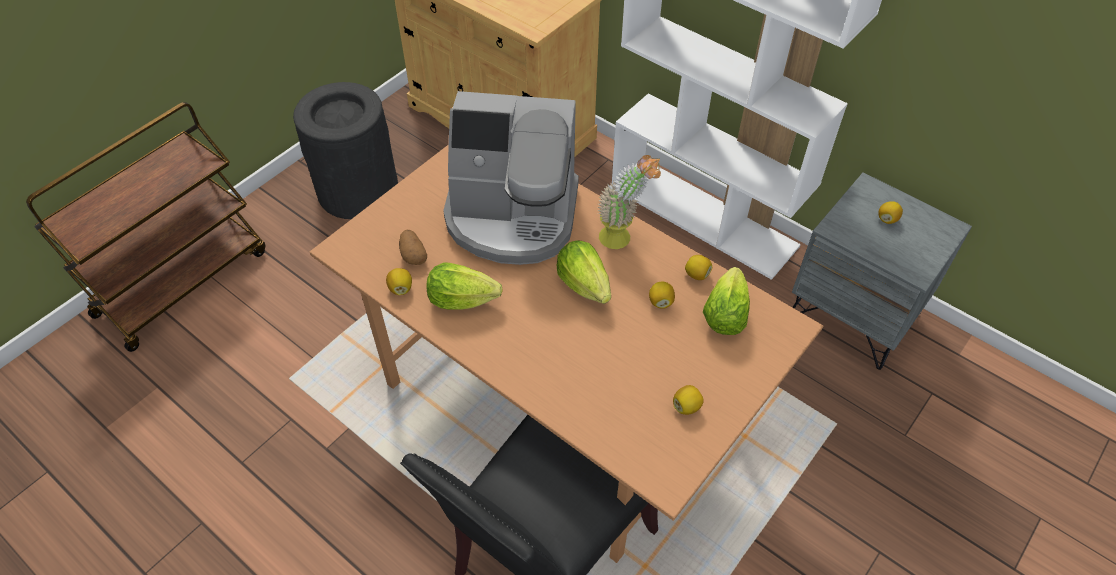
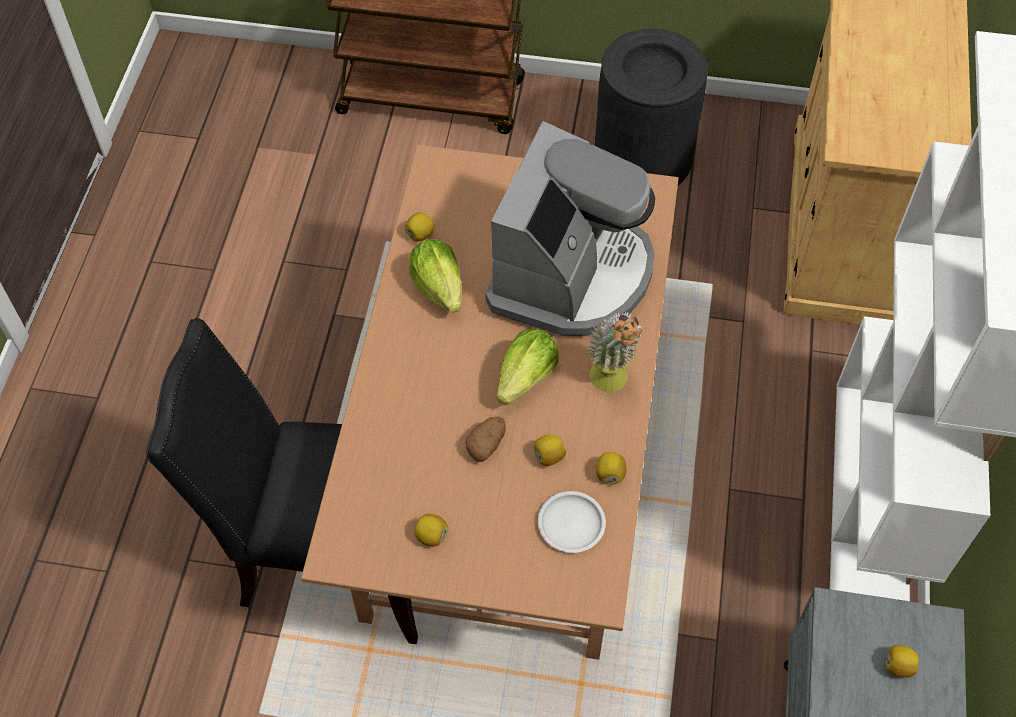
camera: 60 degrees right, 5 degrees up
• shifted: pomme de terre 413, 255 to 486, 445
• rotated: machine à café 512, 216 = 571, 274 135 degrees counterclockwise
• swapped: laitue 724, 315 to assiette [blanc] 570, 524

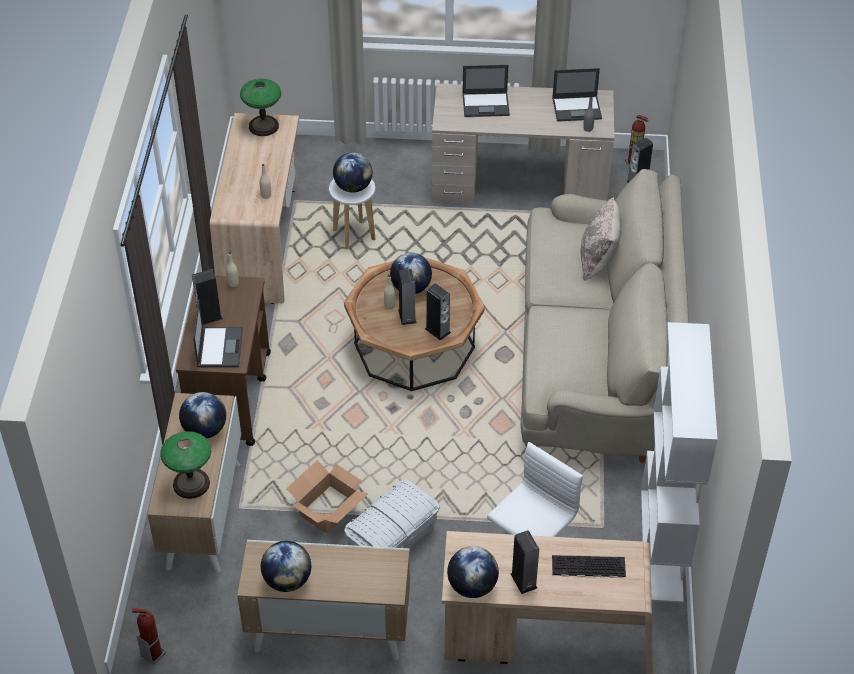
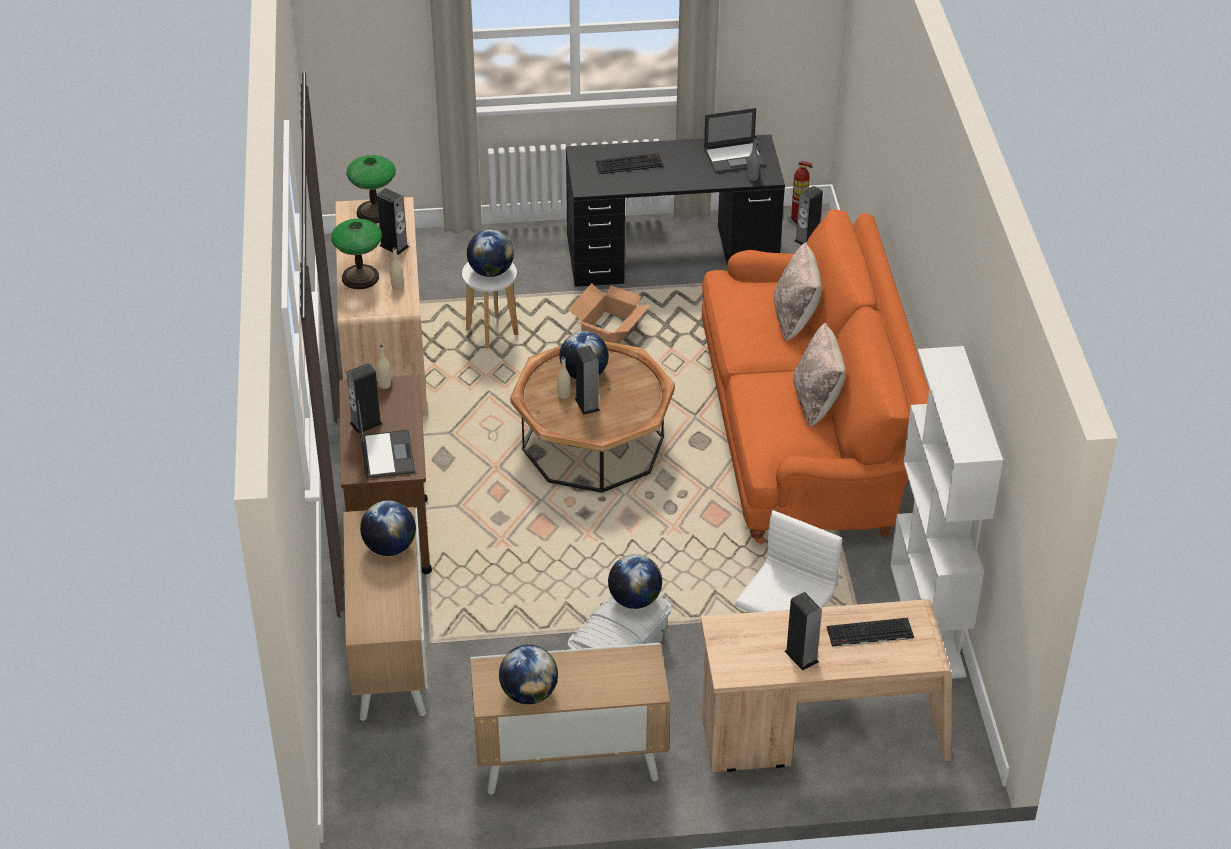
camera: 10 degrees left, 5 degrees down
• gone: extincteur 153, 654
• shifted: lampe de table 191, 483 to 360, 277
• shifted: carton 327, 509 to 608, 331
• shifted: enceinte 437, 330 to 394, 246
• repainted: bureau [beige] 520, 182 to bureau [noir] 672, 254
• shifted: globe 472, 586 to 634, 600
• swapped: ordinateur portable 486, 104 to clavier 629, 163
• repainted: canapé [beige] 596, 357 to canapé [orange] 806, 432
• new: coussin [beige] 817, 401

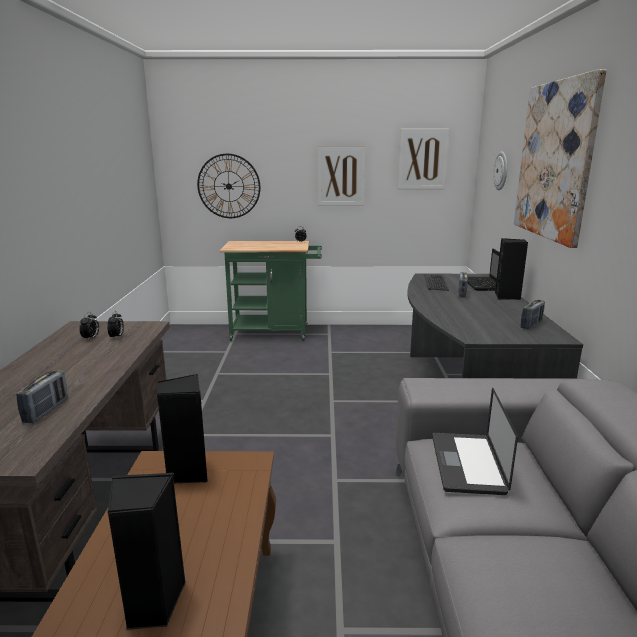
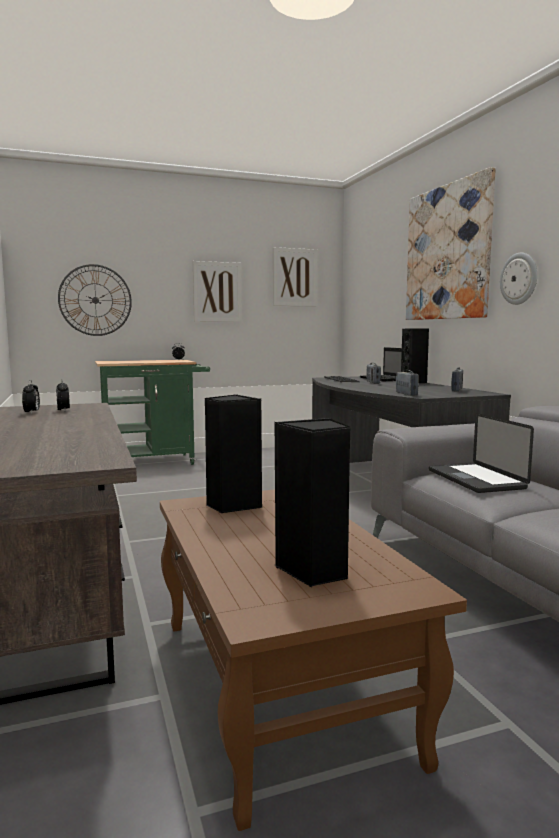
camera: 20 degrees left, 10 degrees down
• shifted: radio 46, 410 to 406, 394
• shifted: horloge murale 501, 171 to 519, 278

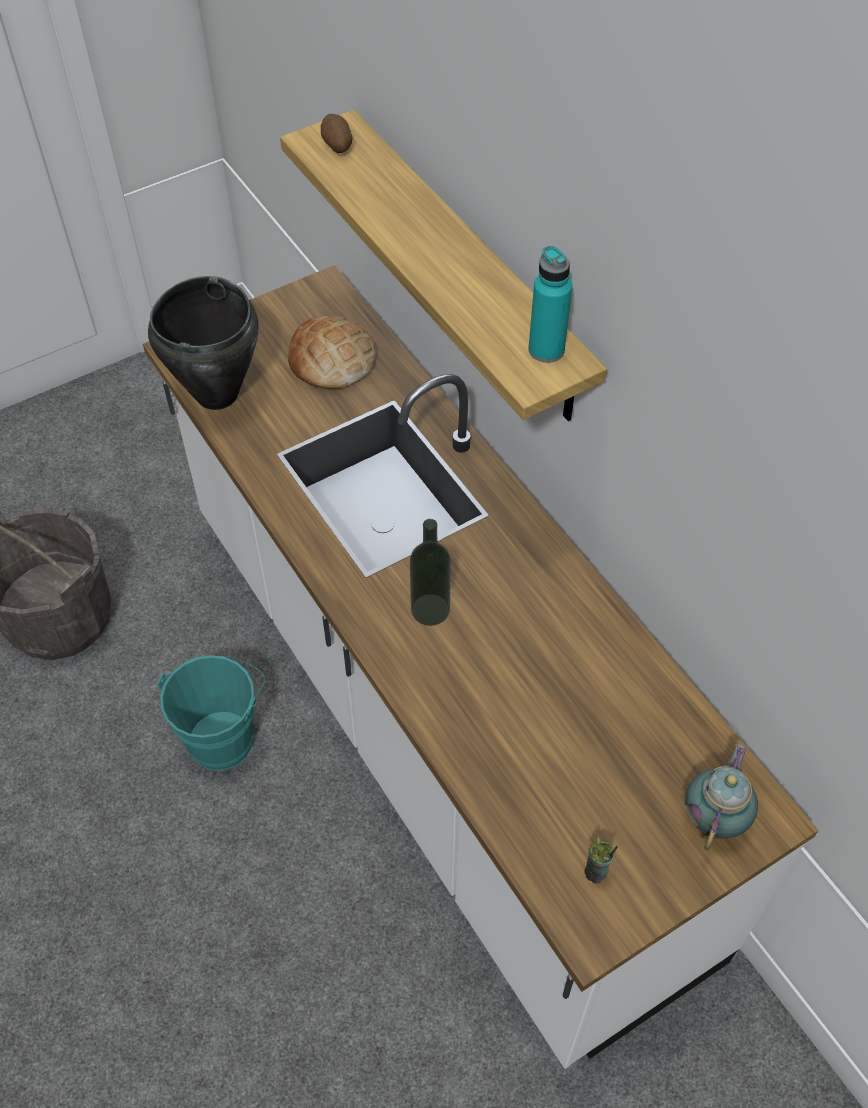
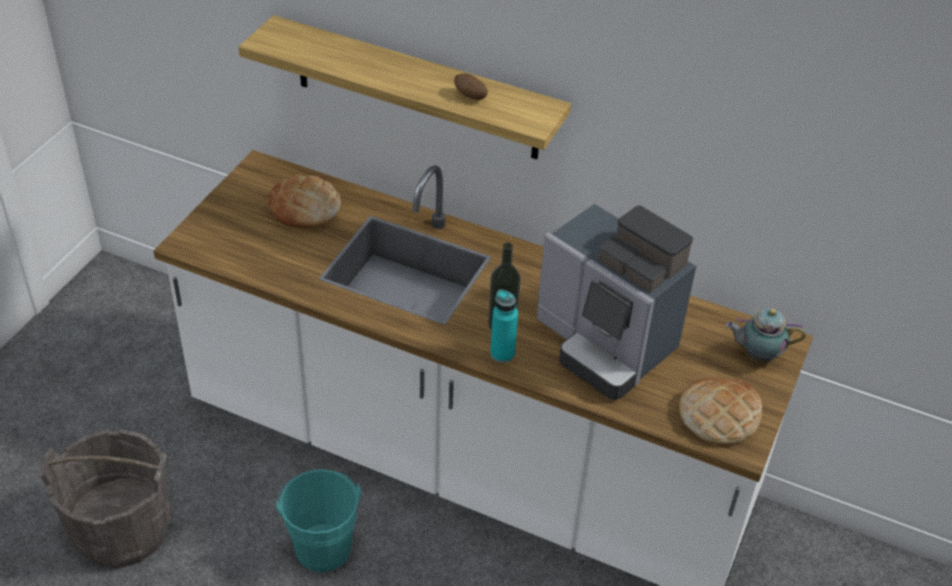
camera: 35 degrees left, 10 degrees down
• gone: marmite [noir] 216, 395
• shifted: pomme de terre 337, 146 to 470, 96
• shifted: bouteille [turquoise] 546, 350 to 502, 354
• swapped: tasse 596, 873 to pain 719, 415
• rotated: théière 715, 818 = 757, 356 75 degrees counterclockwise
• new: machine à café 605, 344

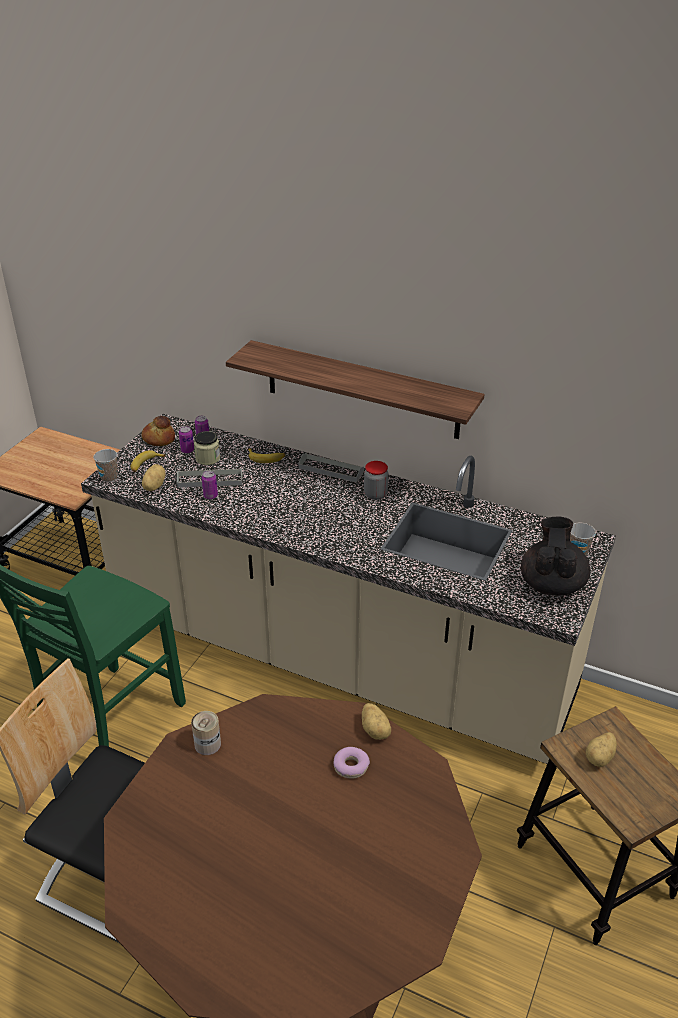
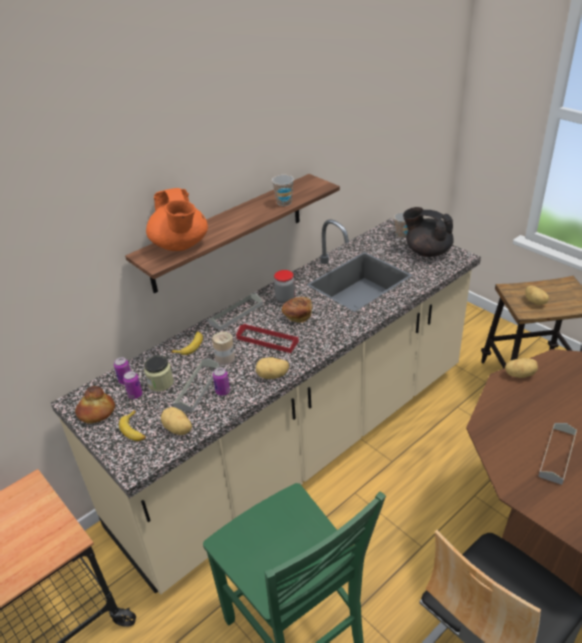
camera: 65 degrees left, 0 degrees up
• shifted: tasse 109, 477 to 284, 202
• shifted: boîte métallique 207, 744 to 225, 358
• gone: beignet 351, 766
• new: théière [orange] 180, 246
• new: plateau [rouge] 267, 340
• new: pomme de terre 272, 376
• new: pain 297, 316
• new: plateau [gris] 557, 455

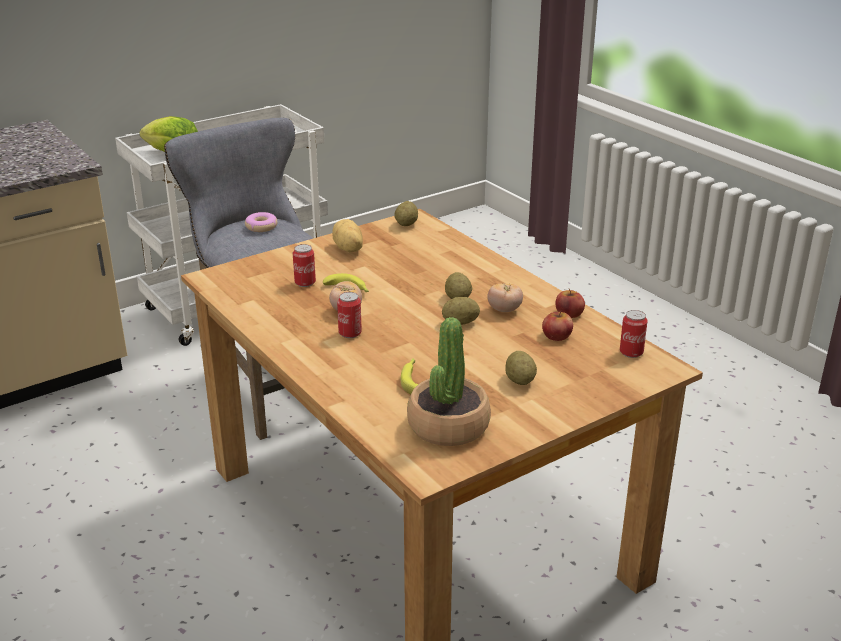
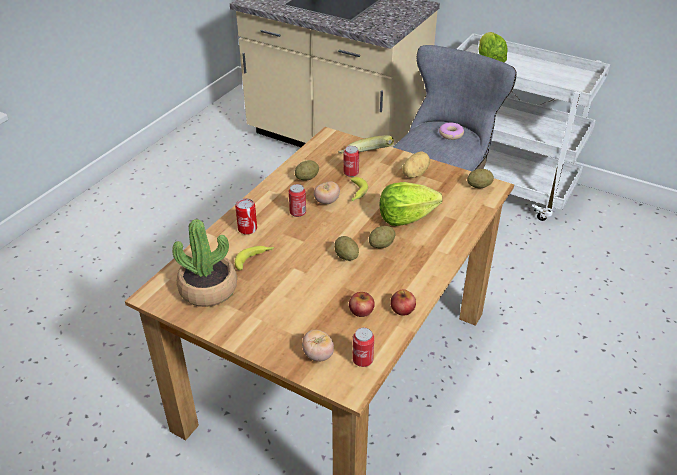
camera: 65 degrees right, 10 degrees up
• shifted: tomate 504, 310 to 318, 355
• shifted: pomme de terre 520, 380 to 307, 178
• new: boîte métallique 247, 229
• new: banane 365, 158
• new: laitue 406, 217

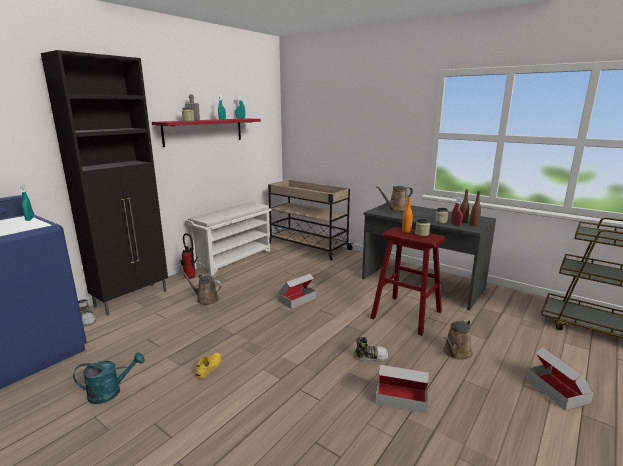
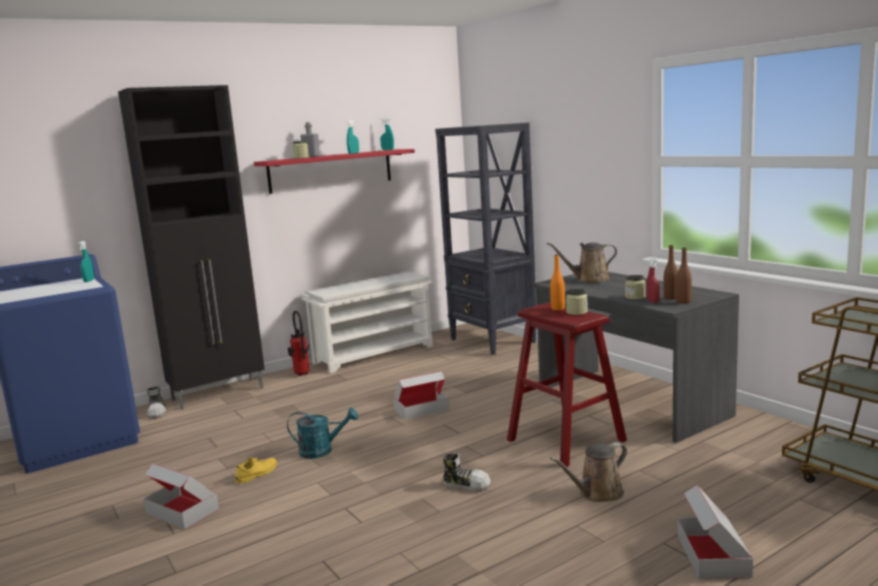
camera: 20 degrees right, 5 degrees down
• shifted: arrosoir [turquoise] 111, 392 to 322, 451
• gone: arrosoir [marron] 205, 299
• swapped: chariot [beige] 307, 246 to bibliothèque [noir] 493, 341
• shifted: carton 401, 397 to 182, 511

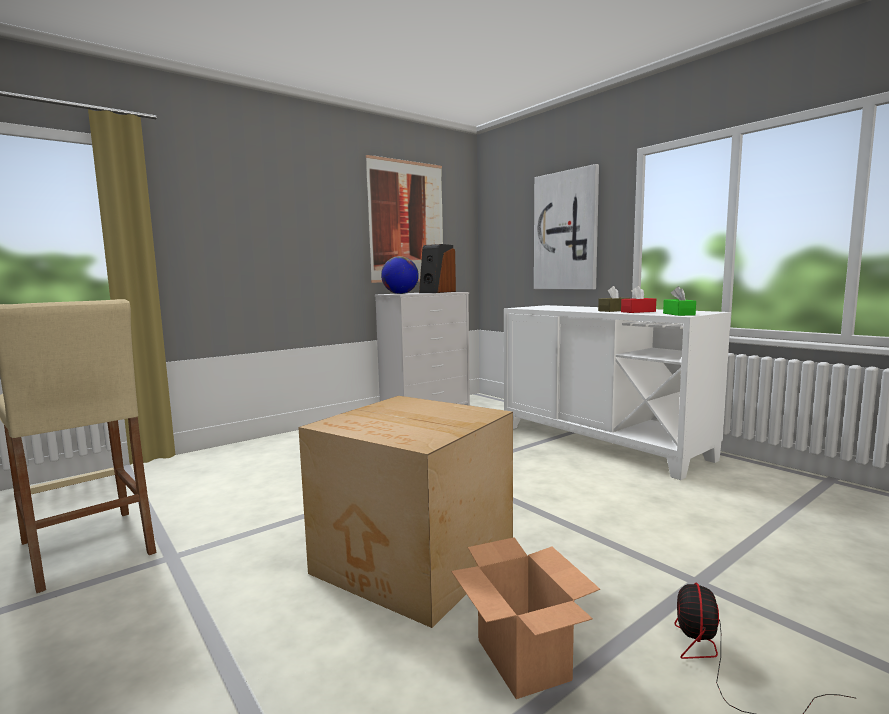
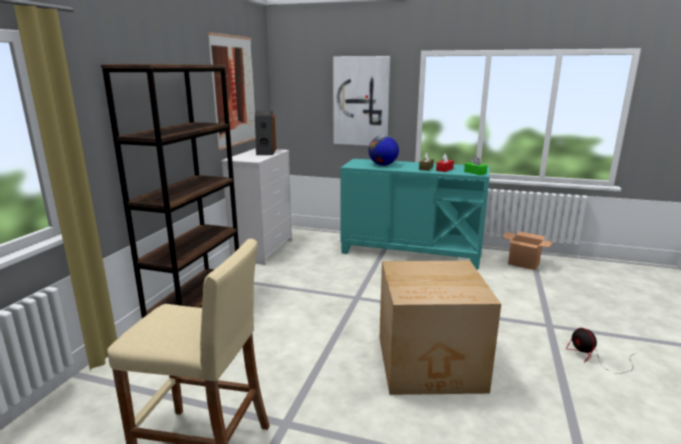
camera: 35 degrees left, 10 degrees up
• shifted: globe 400, 294 to 383, 165
• shifted: carton 523, 660 to 524, 264
• repainted: meuble de rangement [blanc] 601, 442 to meuble de rangement [turquoise] 411, 252
• new: bibliothèque [marron] 197, 302

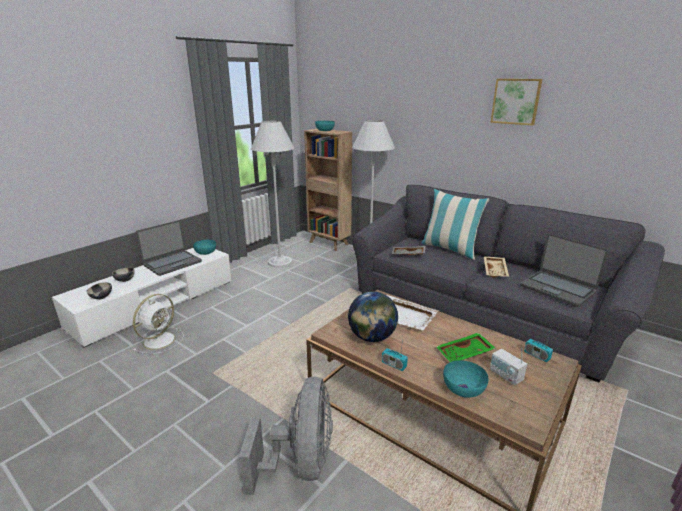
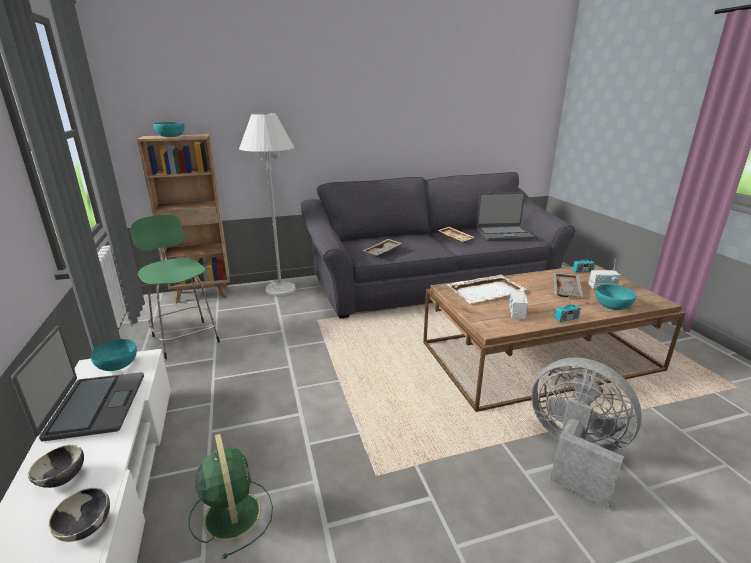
camera: 55 degrees left, 0 degrees up
• repainted: ventilateur [blanc] 160, 340 to ventilateur [vert] 232, 513
• swapped: lampadaire [blanc] 280, 262 to tabouret [vert] 185, 338
• swapped: globe 372, 337 to radio 516, 314
• gone: coussin 450, 249
• repainted: plateau [vert] 465, 354 to plateau [gris] 567, 290
• gone: tableau 516, 101

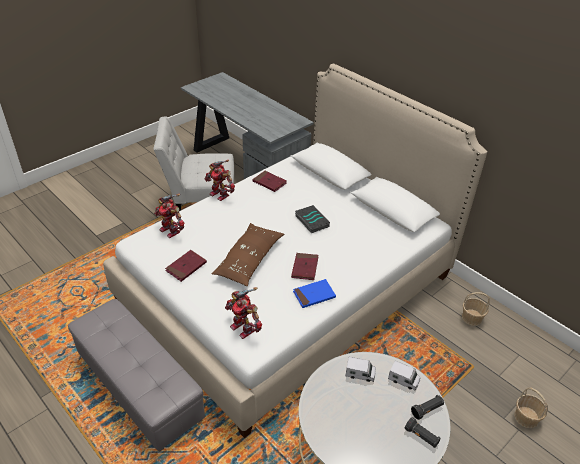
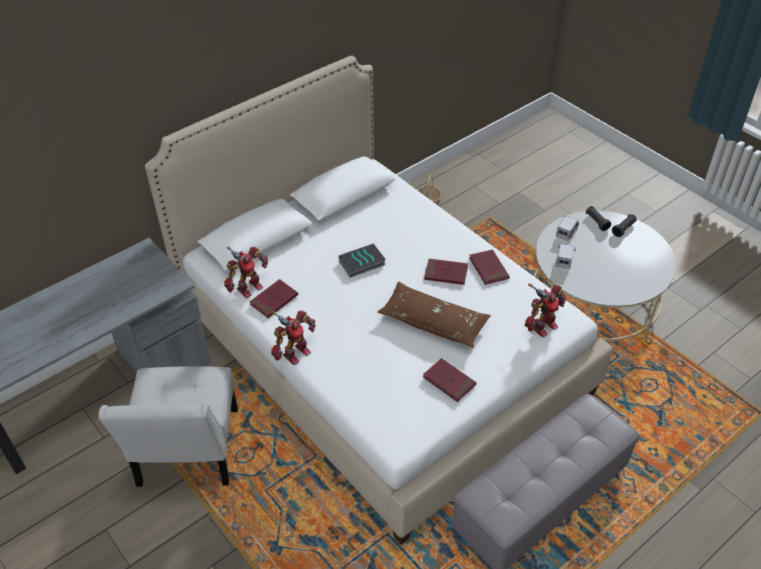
camera: 85 degrees left, 5 degrees up
• shifted: robot jouet 171, 230 to 248, 287
• repainted: livre [bleu] 314, 295 to livre [rouge] 488, 268
• gone: panier 526, 417

